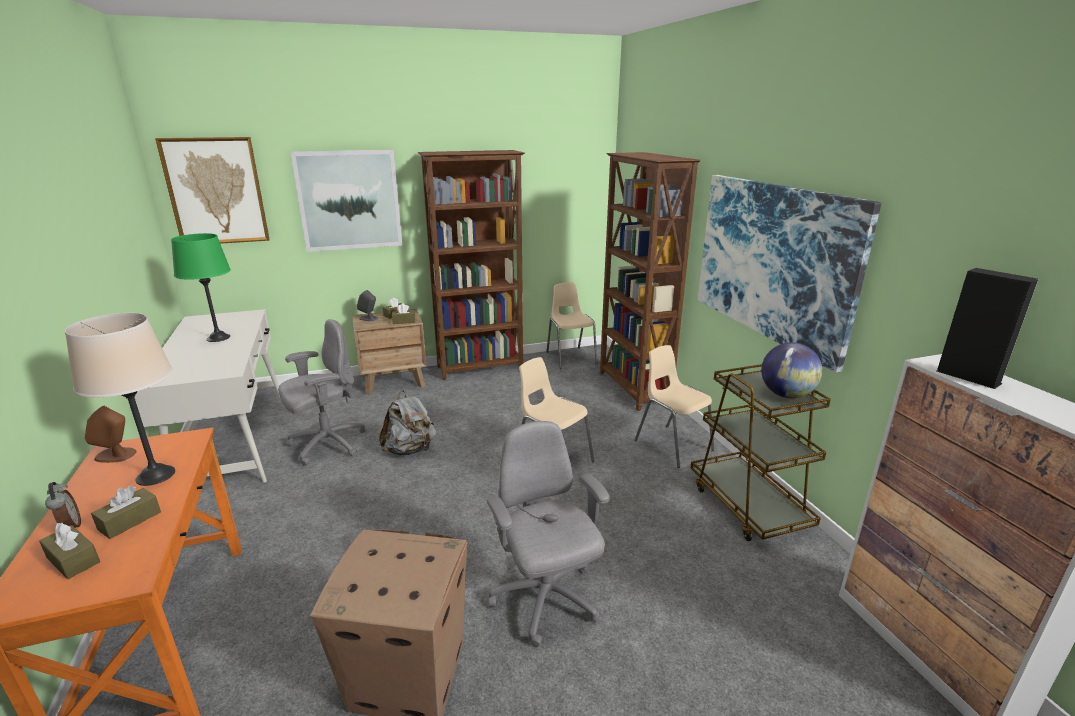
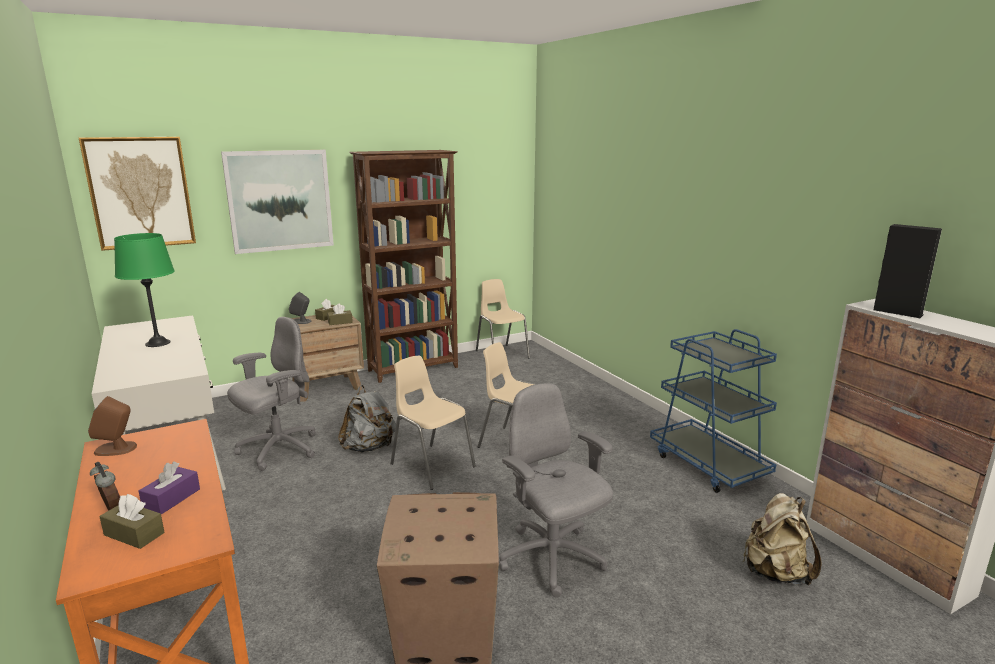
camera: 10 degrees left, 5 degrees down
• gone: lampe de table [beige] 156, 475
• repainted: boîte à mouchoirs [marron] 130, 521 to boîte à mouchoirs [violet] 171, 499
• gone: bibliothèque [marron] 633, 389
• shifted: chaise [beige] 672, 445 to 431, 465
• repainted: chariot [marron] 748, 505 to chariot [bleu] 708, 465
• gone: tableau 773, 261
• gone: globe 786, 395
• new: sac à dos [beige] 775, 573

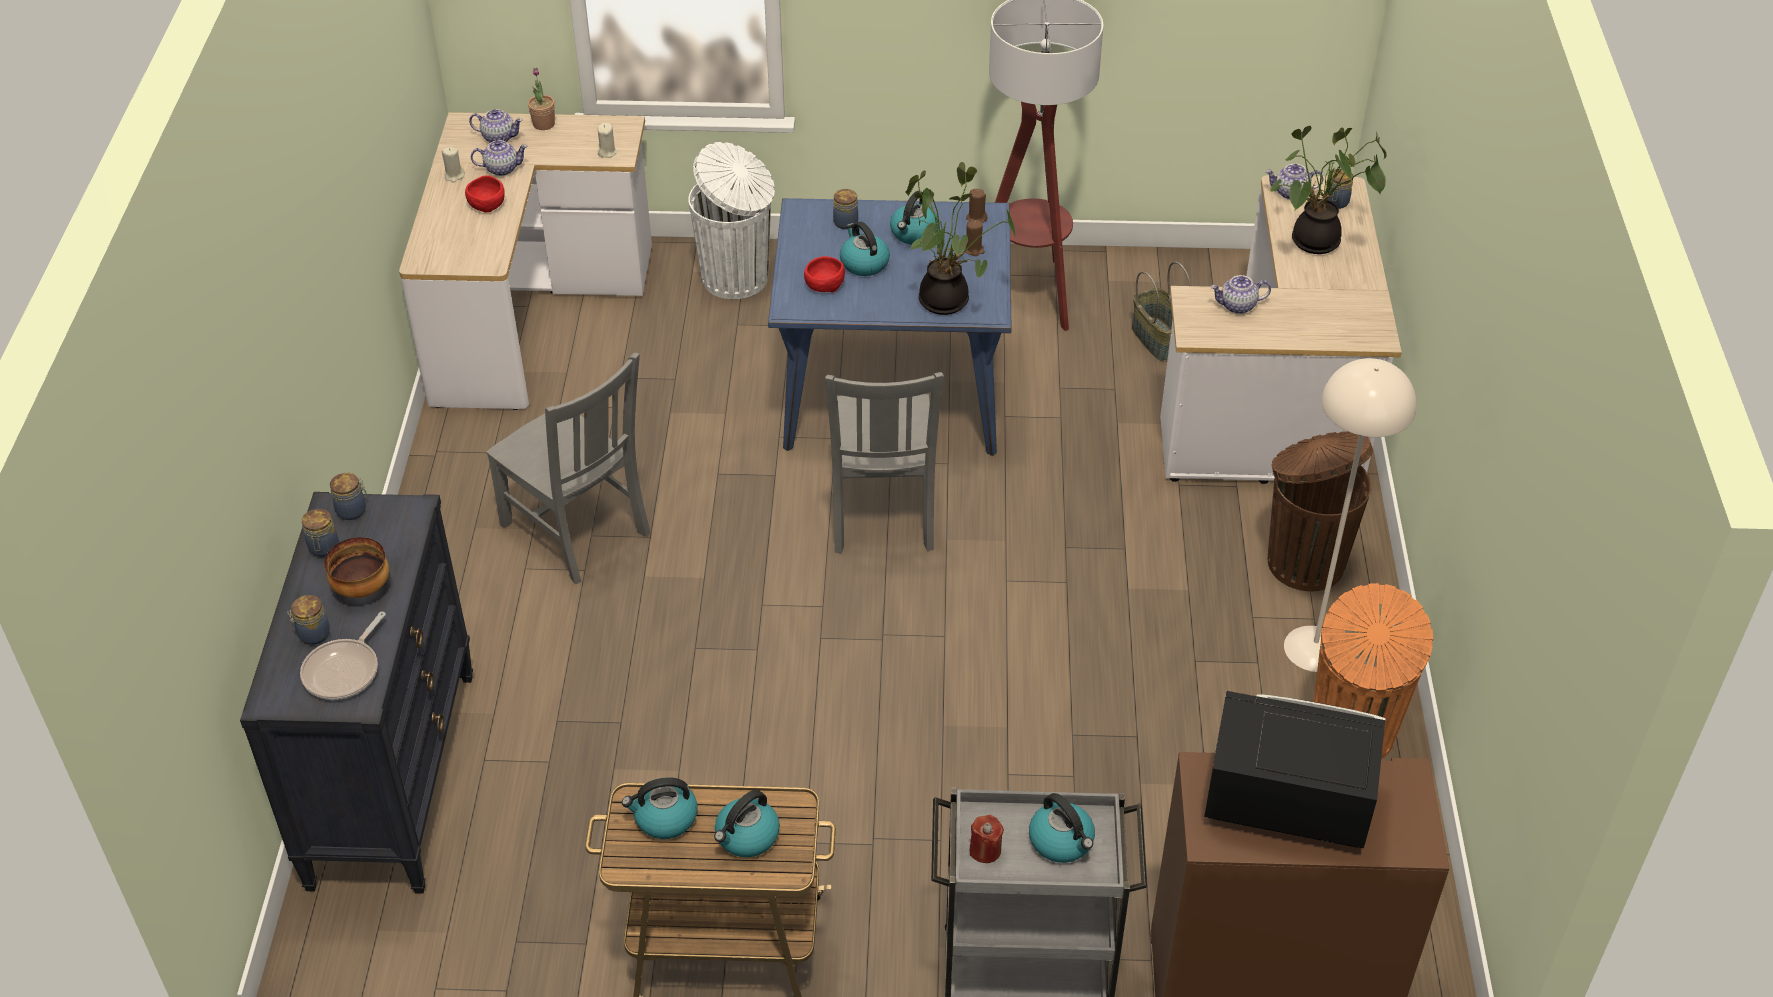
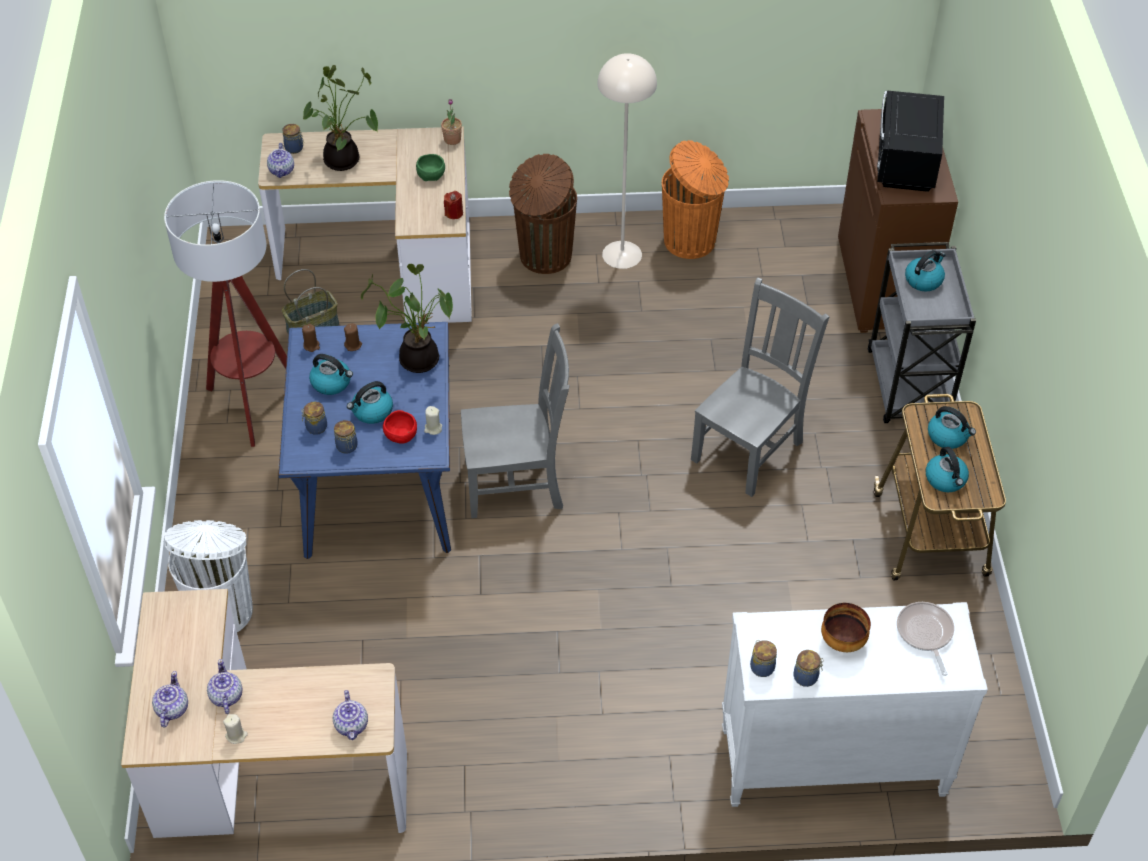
camera: 95 degrees left, 5 degrees up
• repainted: commode [noir] 392, 777 to commode [blanc] 831, 763
• shifted: bocal 312, 635 to 347, 447
• rotated: poêle 344, 671 = 925, 633 120 degrees counterclockwise
• gone: bol [rouge] 487, 205
• shifted: chaise [gris] 578, 532 to 749, 449
• shifted: plante en pot 544, 124 to 452, 139
• shifted: bougie [beige] 607, 152 to 433, 428
• shifted: bougie [rouge] 985, 850 to 454, 213
• shifted: théière 1237, 306 to 352, 725
• new: bol [vert] 431, 174

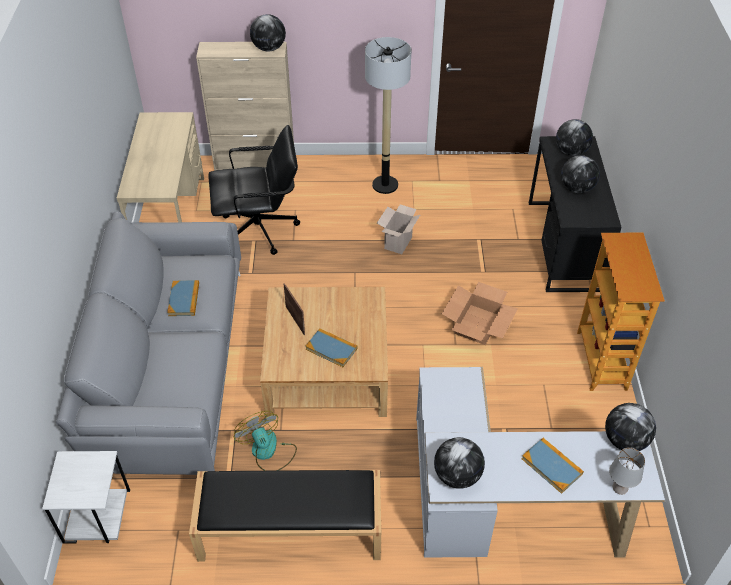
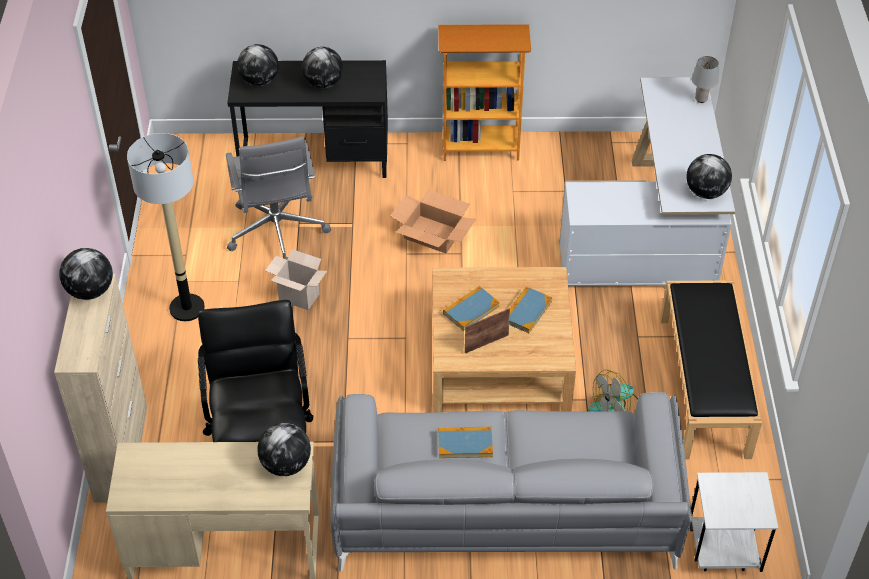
camera: 90 degrees left, 0 degrees up
• shifted: livre 551, 466 to 471, 310
• shifted: globe 624, 440 to 285, 465
• new: chaise de bureau [gris] 277, 232

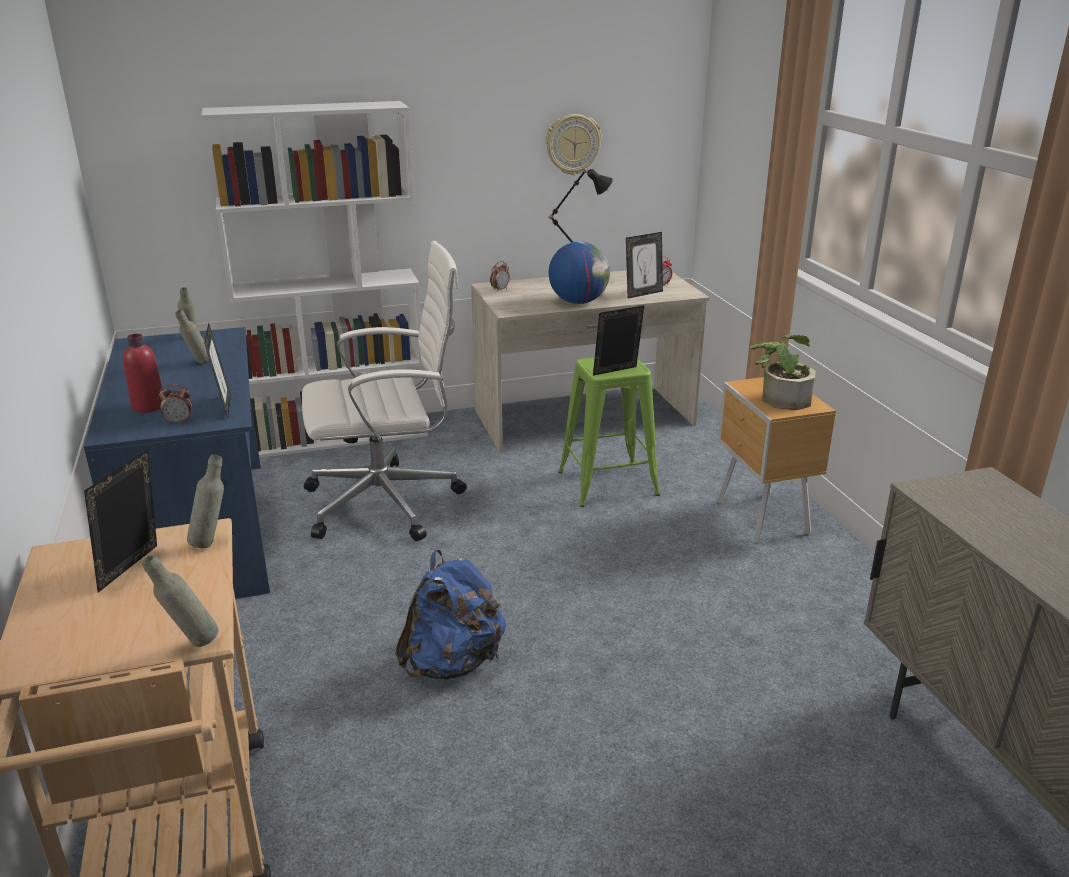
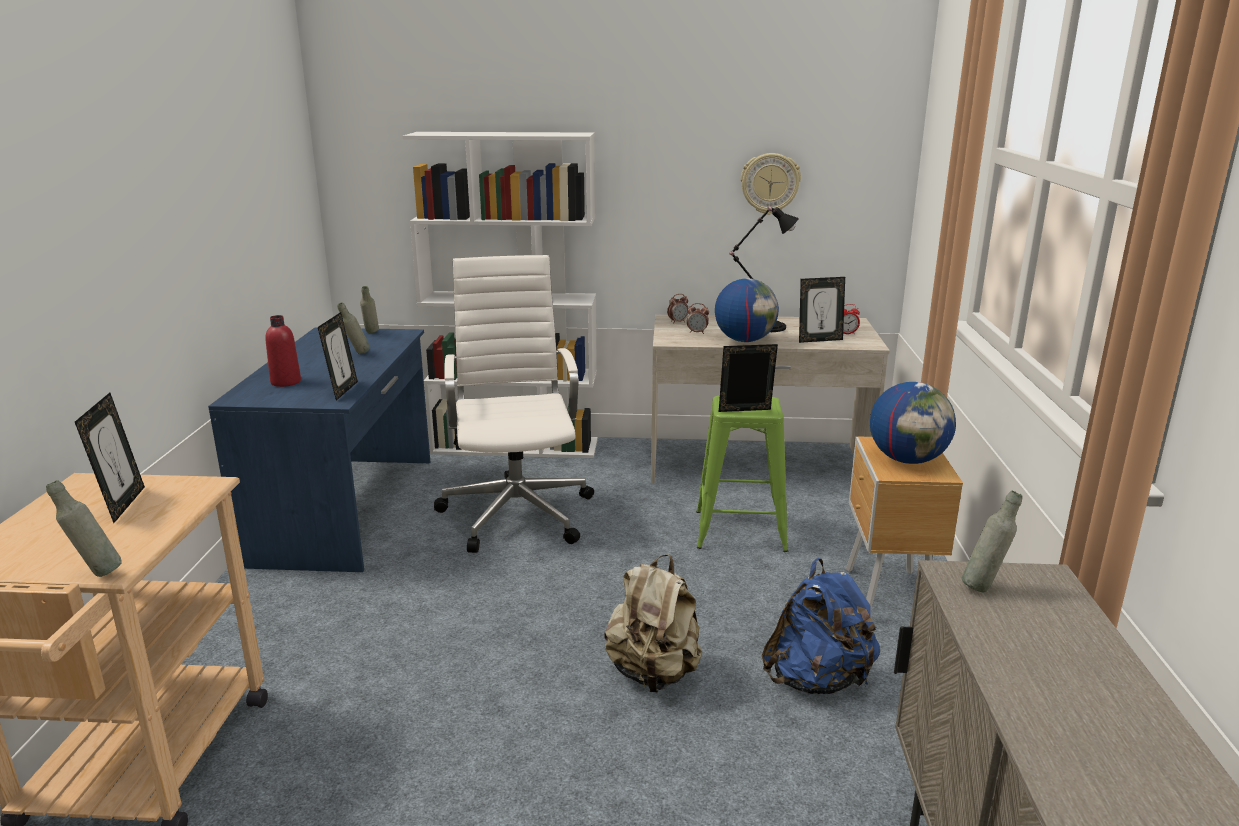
camera: 20 degrees right, 5 degrees down
• rotated: cadre photo 134, 569 = 122, 504 135 degrees clockwise
• shifted: réveil 179, 421 to 697, 332
• shifted: bouteille [gris] 212, 542 to 984, 586
• rotated: chaise de bureau [blanc] 388, 502 = 517, 512 105 degrees counterclockwise
• shifted: sac à dos [bleu] 452, 663 to 818, 680
• swapped: plante en pot 780, 397 to globe 907, 460
• new: sac à dos [beige] 654, 673

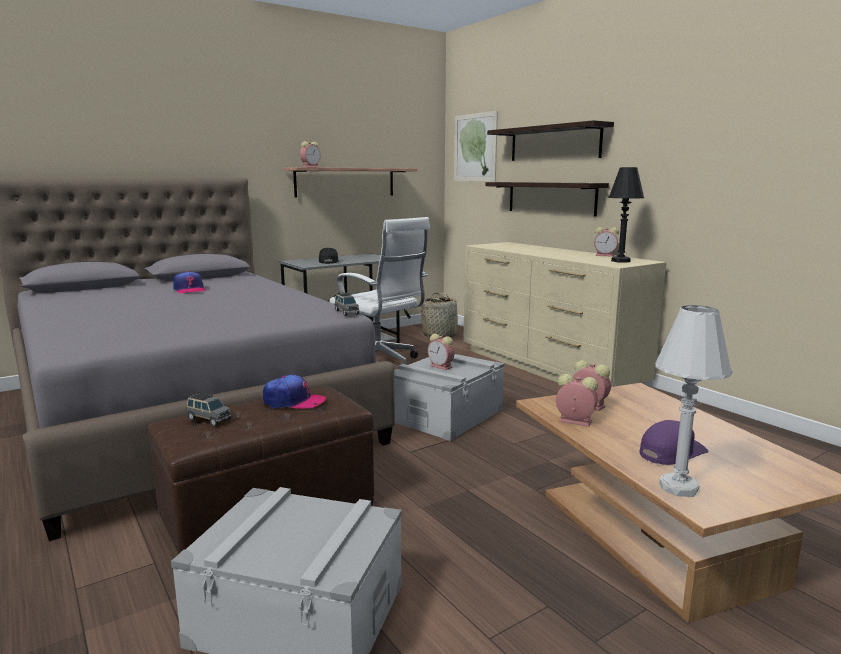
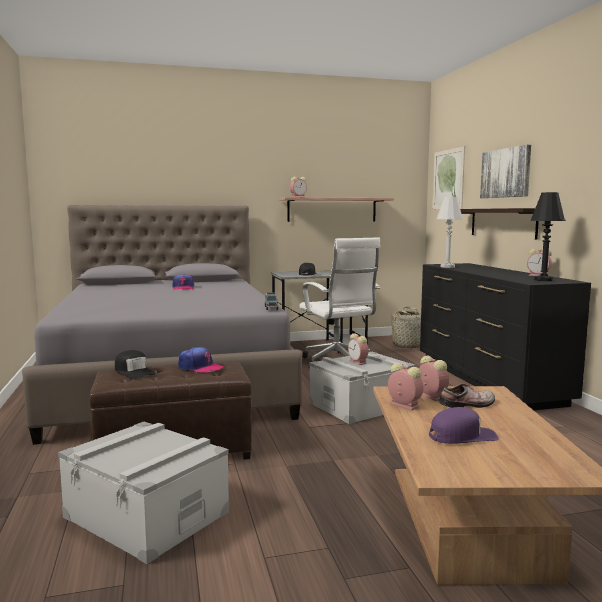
camera: 20 degrees right, 5 degrees down
• swapped: petite voiture [gris] 208, 419 to casquette [noir] 134, 372
• repainted: commode [beige] 548, 368 to commode [noir] 488, 380
• swapped: étagère 554, 143 to tableau 505, 173
• shifted: lampe de table [blanc] 679, 487 to 447, 267
• new: chaussure 468, 405

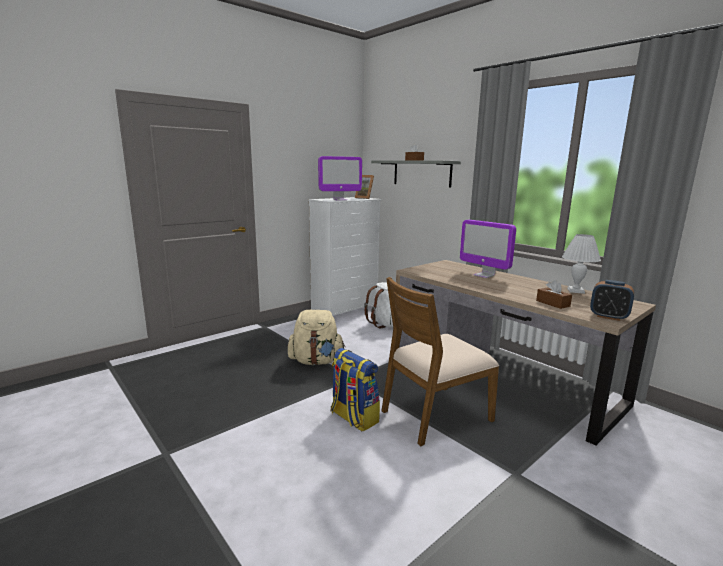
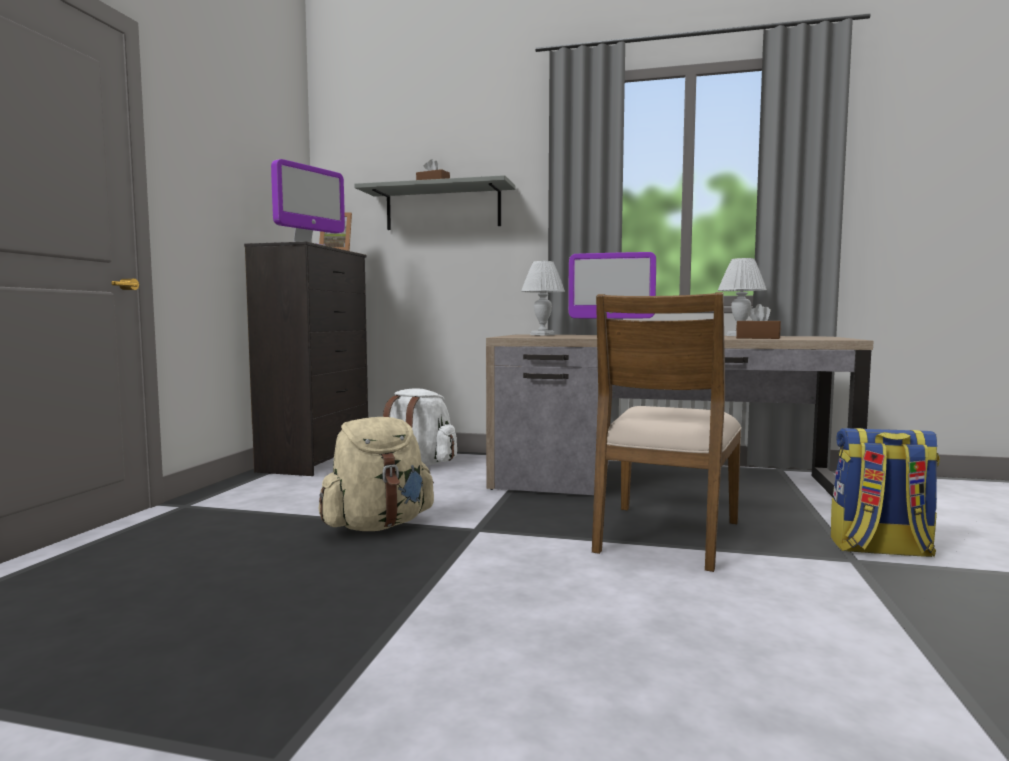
camera: 35 degrees left, 10 degrees down
• repainted: commode [blanc] 345, 309 to commode [noir] 317, 460
• shifted: sac à dos 353, 418 to 880, 549
• gone: réveil 608, 317
• new: lampe de table [blanc] 543, 335

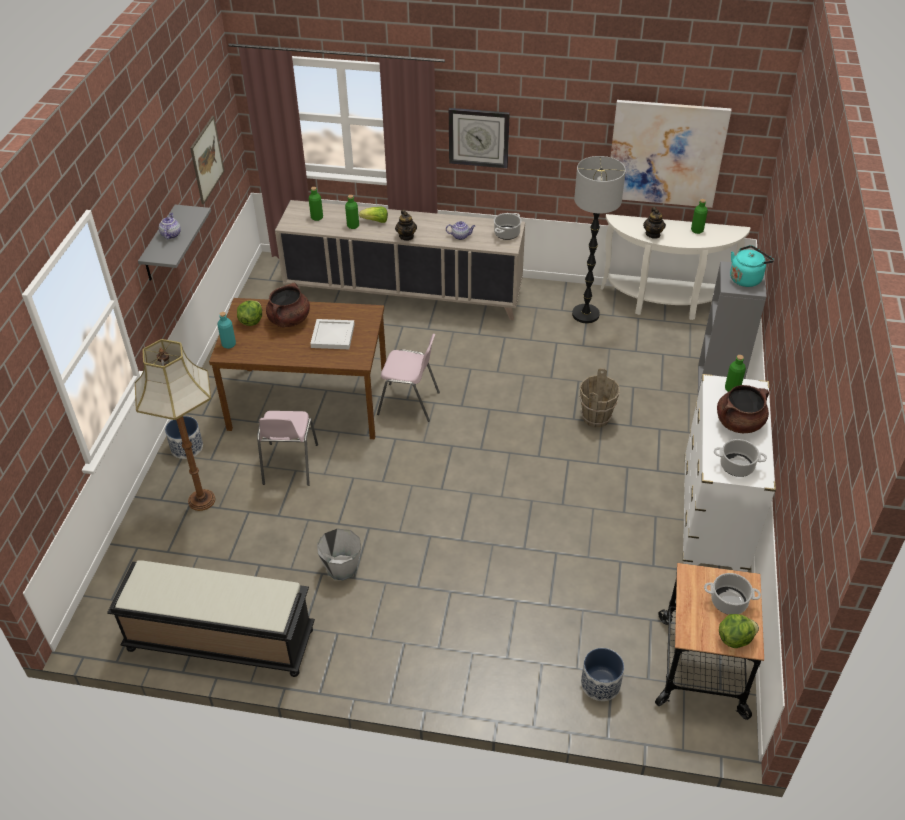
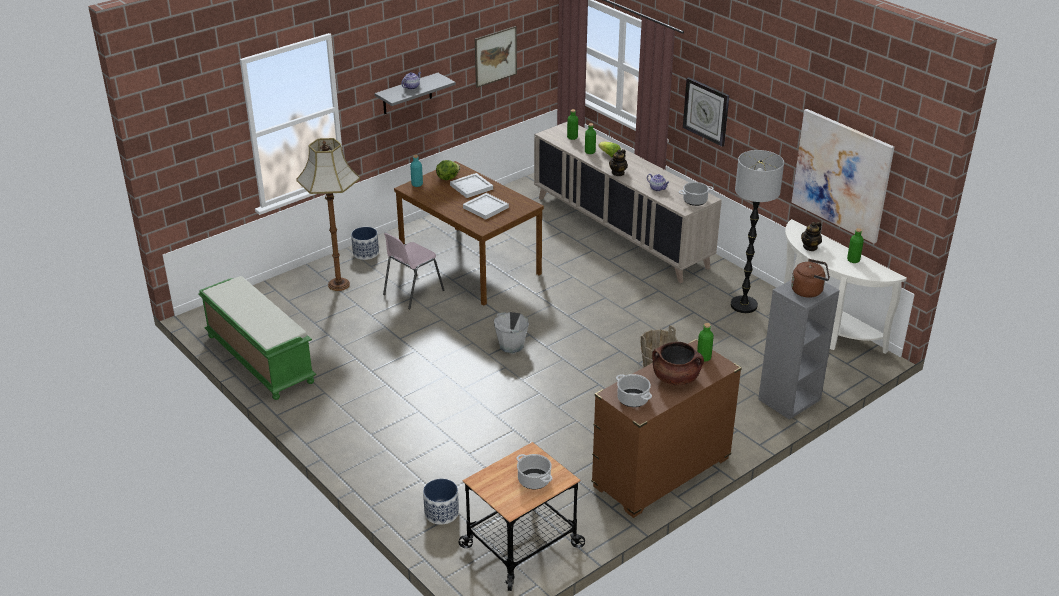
camera: 40 degrees right, 10 degrees down
• repainted: banc [noir] 219, 640 to banc [vert] 258, 359
• swapped: marmite [marron] 289, 320 to plateau [blanc] 471, 187
• shifted: seau [gris] 341, 568 to 511, 345
• gone: chaise [rose] 409, 403
• repainted: commode [blanc] 714, 514 to commode [marron] 661, 473
• gone: laitue 734, 638
• repainted: bouilloire [turquoise] 746, 278 to bouilloire [marron] 809, 291

